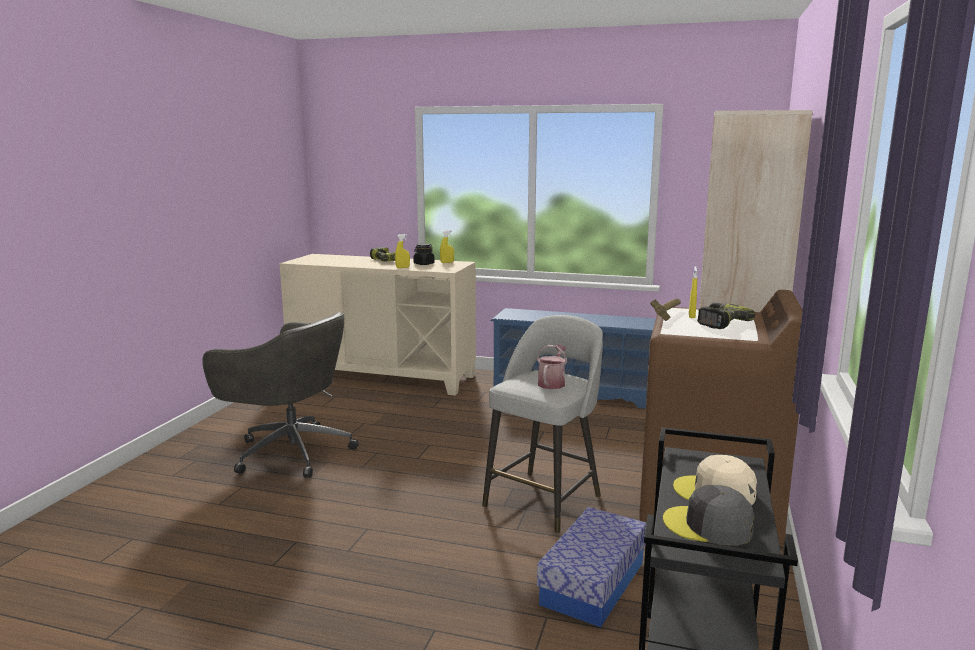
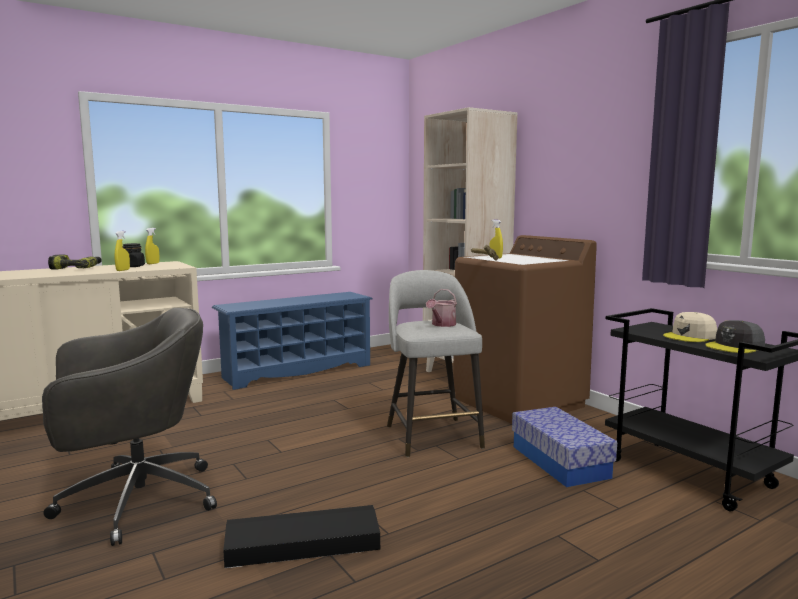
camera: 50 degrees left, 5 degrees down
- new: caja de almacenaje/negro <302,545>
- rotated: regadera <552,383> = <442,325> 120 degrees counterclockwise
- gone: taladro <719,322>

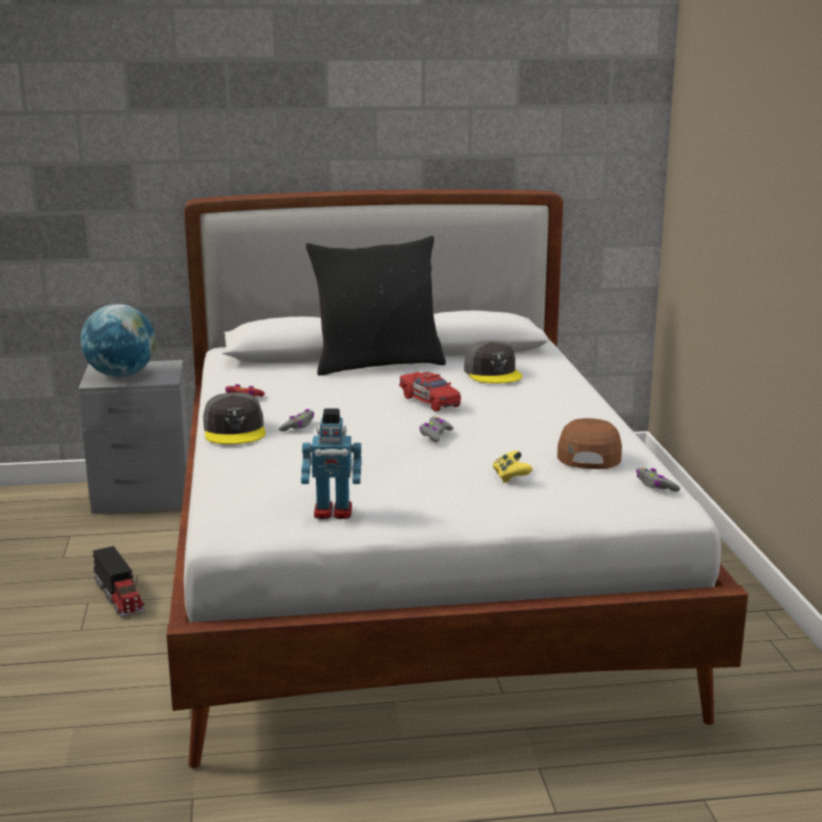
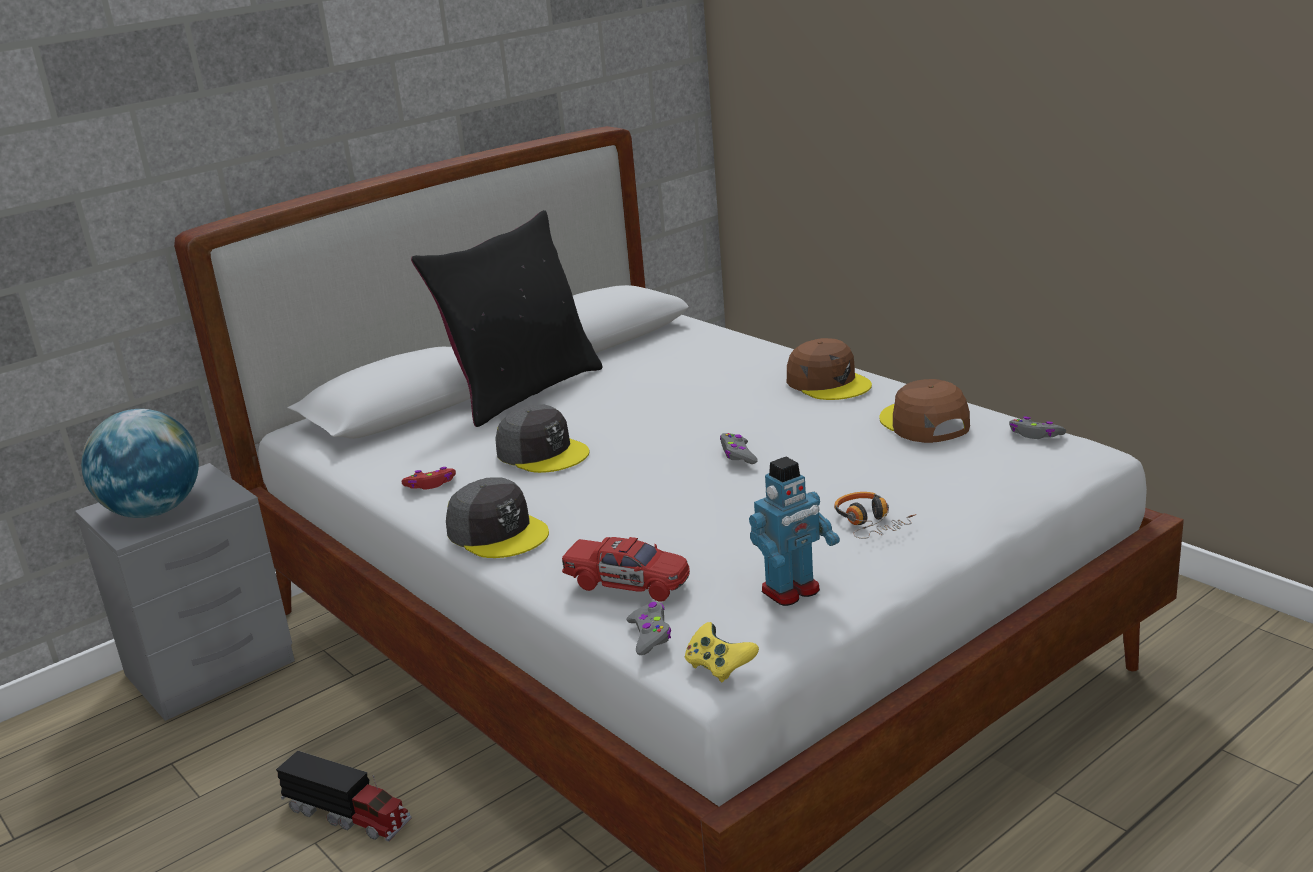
camera: 30 degrees left, 5 degrees up
- shifted: gorra/gris <493,373> to <542,452>
- shifted: coche de juguete/rojo <430,401> to <628,583>
- shifted: mando de consola/gris <298,426> to <650,635>
- shifted: mando de consola/amarillo <511,477> to <719,667>
- new: gorra/marrón <828,383>
- new: auriculares <870,523>

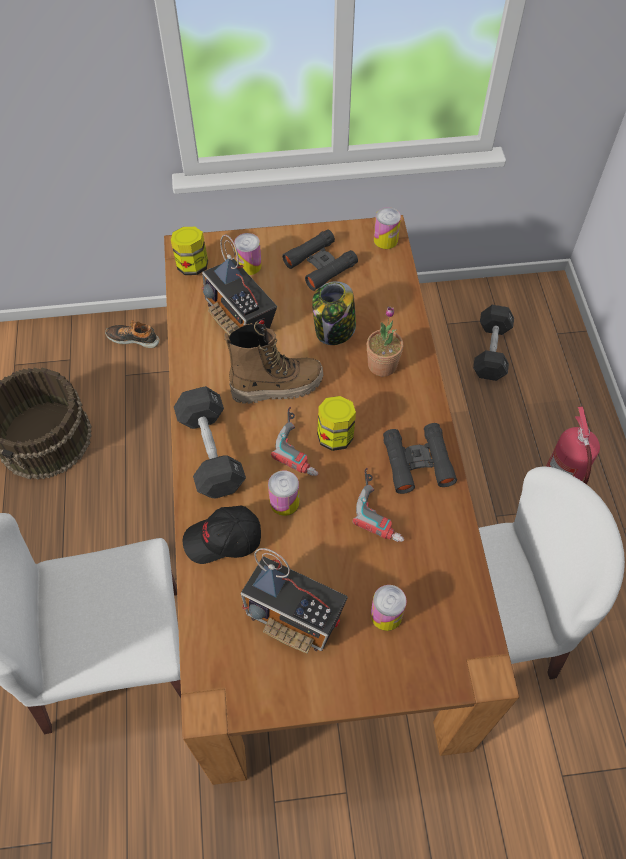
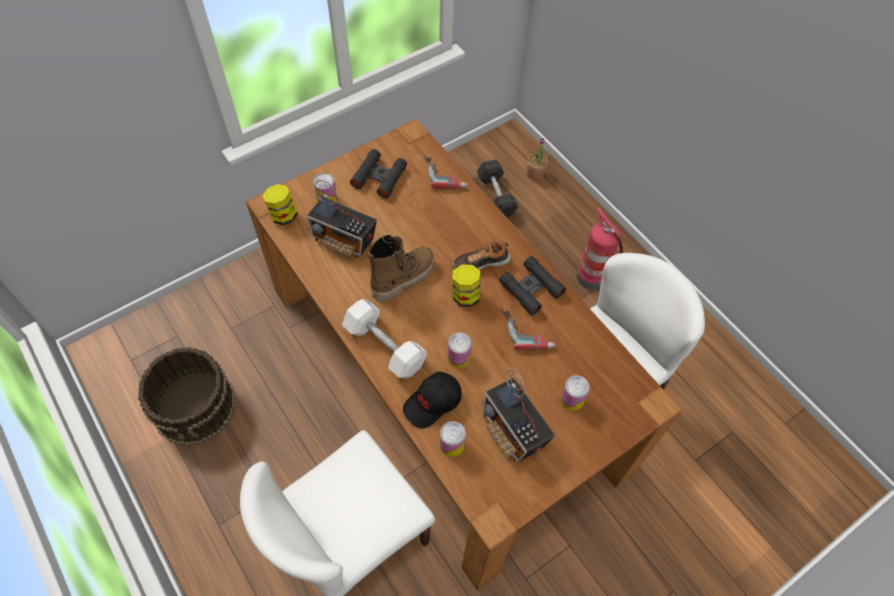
camera: 30 degrees left, 0 degrees up
- repainted: mancuerna/negro <211,452> to mancuerna/blanco <384,346>
- shifted: taladro <302,445> to <445,174>
- shifted: lata <385,240> to <452,445>
- shifted: zapato <133,338> to <481,262>
- rotated: radio <294,616> = <513,430> 60 degrees clockwise
- shifted: planta en maceta <382,365> to <535,174>
- gone: tarro <334,330>

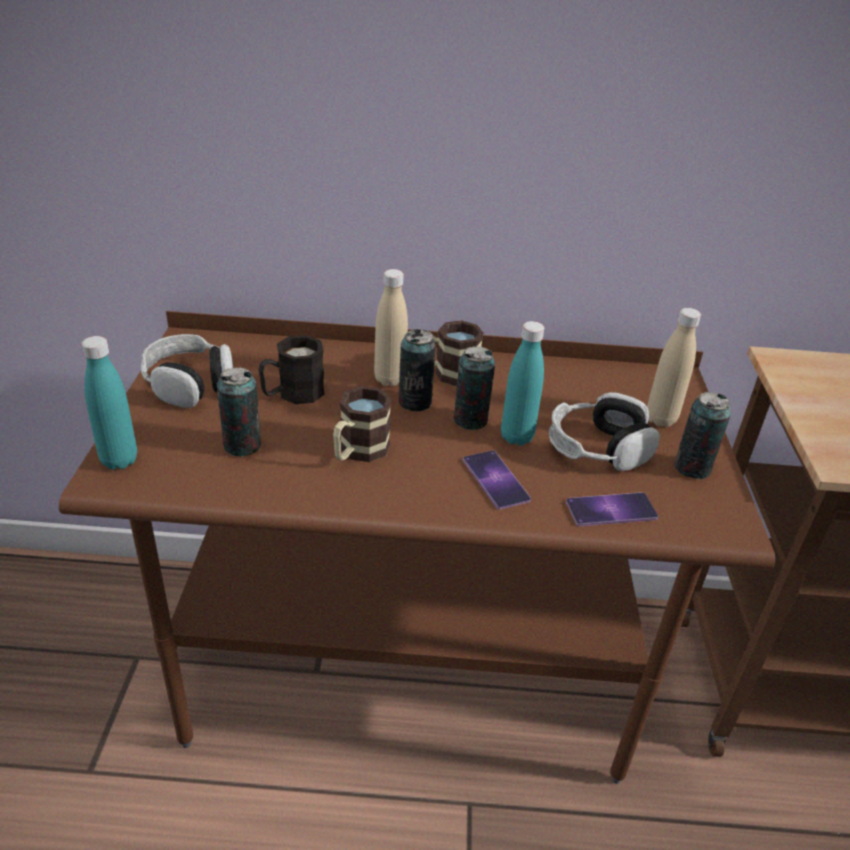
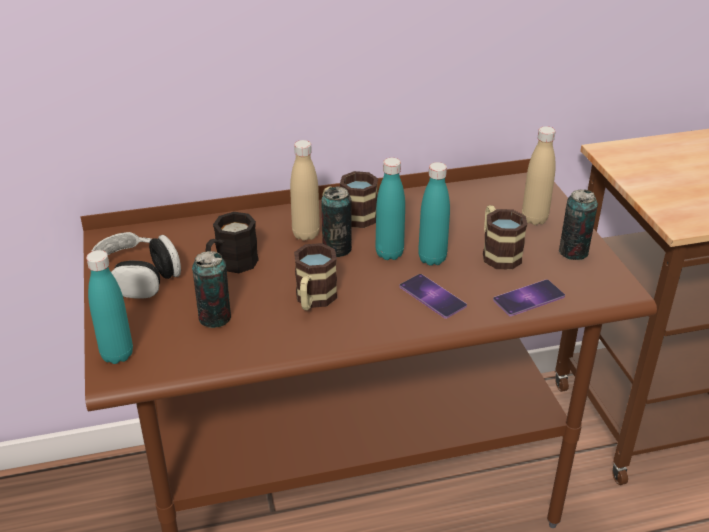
camera: 15 degrees left, 0 degrees up
- swapped: lata <470,420> to botella/turquesa <389,253>
- swapped: auriculares <598,448> to taza grande <497,253>

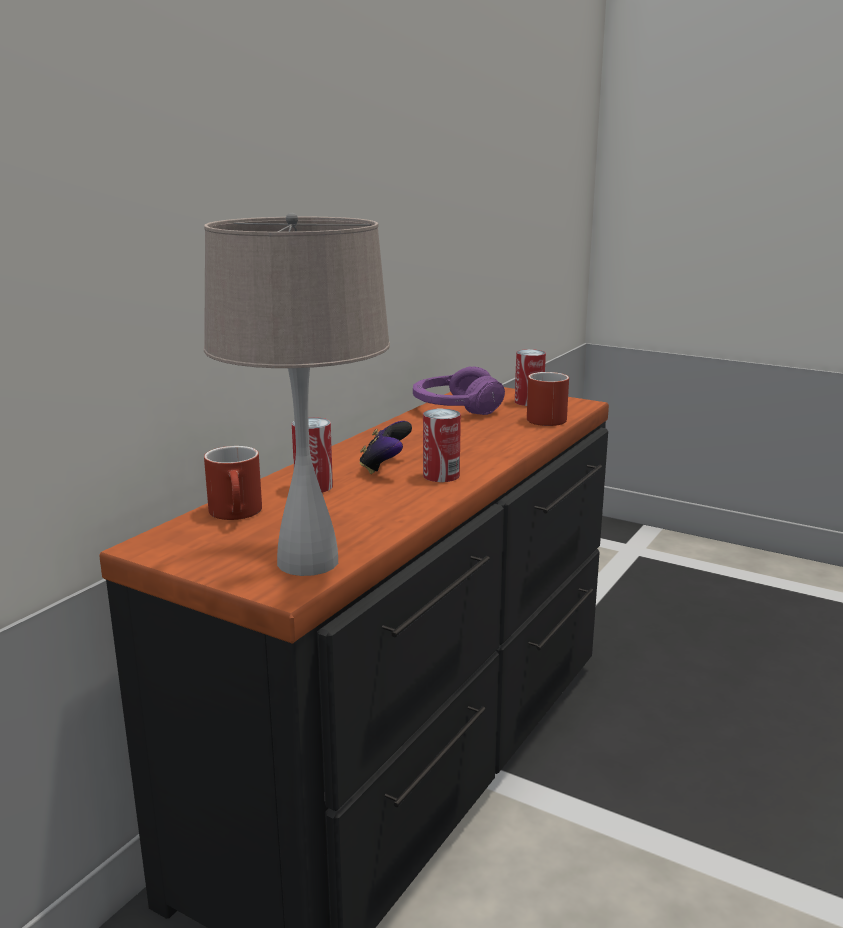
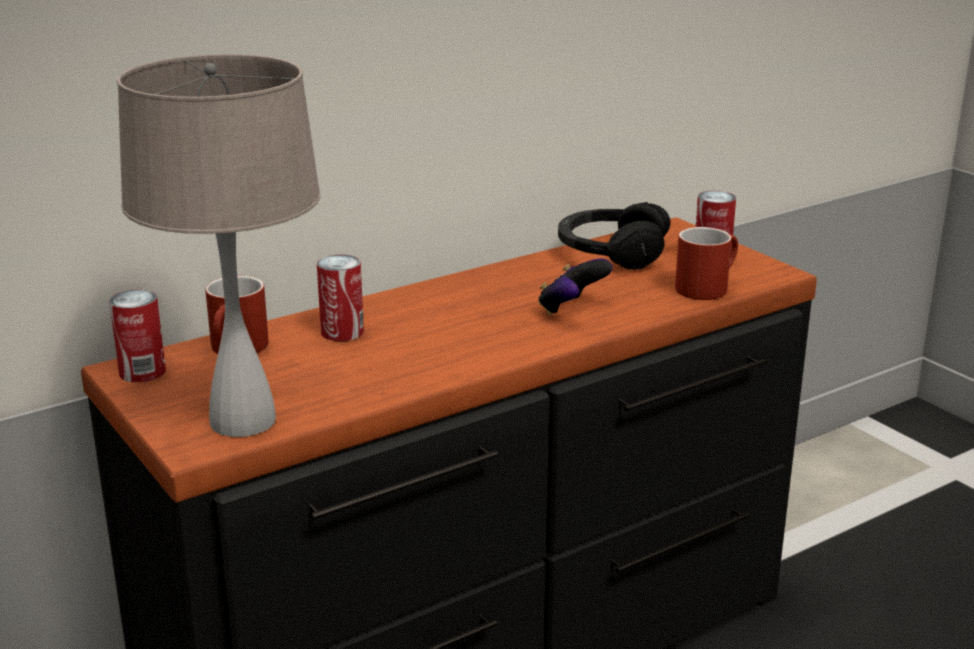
camera: 25 degrees right, 5 degrees up
- shifted: lata <441,475> to <142,372>
- shifted: mando de consola <385,467> to <571,309>
- repainted: auriculares/morado <455,408> to auriculares/negro <611,253>

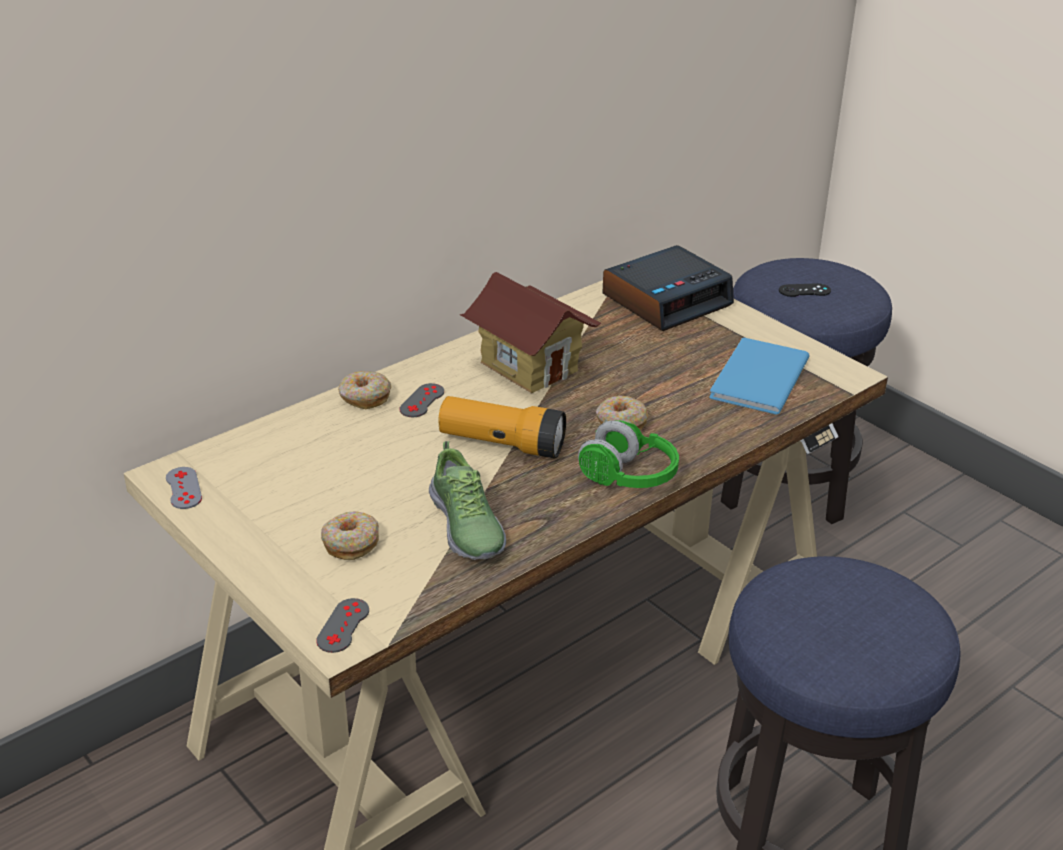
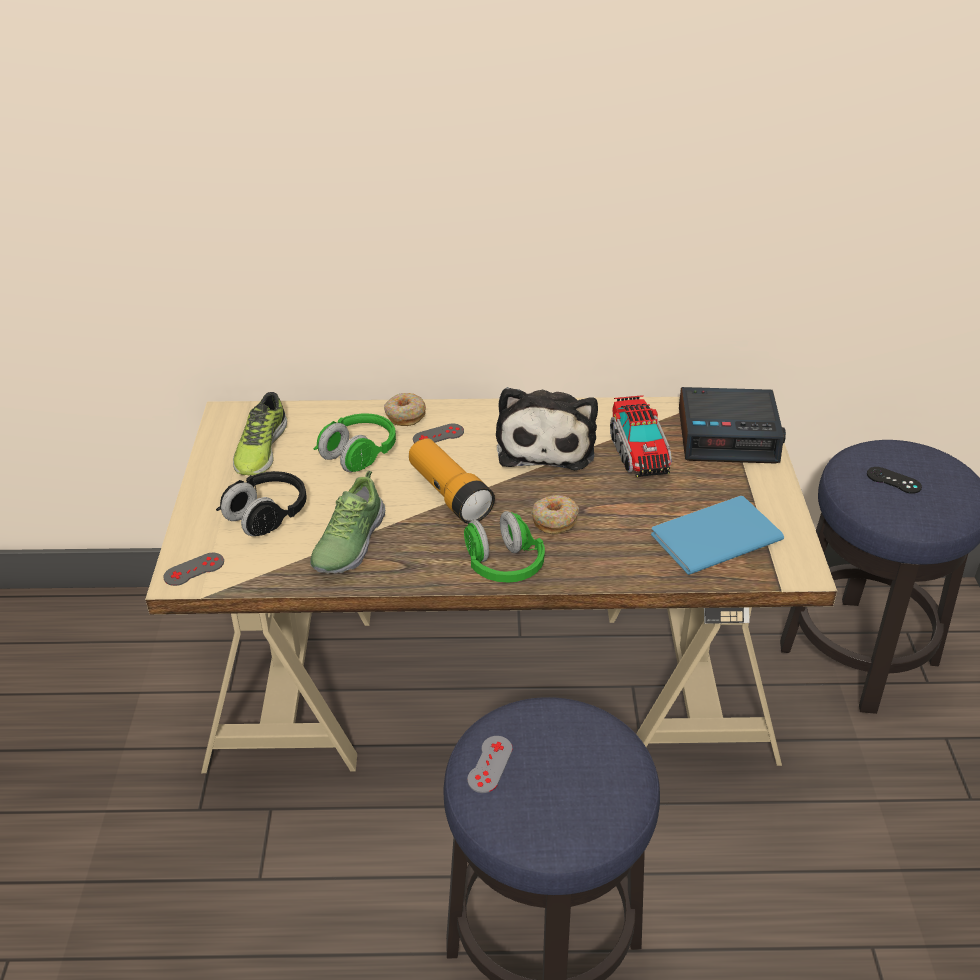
camera: 40 degrees right, 5 degrees up
- swapped: rosquilla <350,543> to auriculares/negro <267,516>
- new: zapato <260,449>
- new: auriculares/verde <359,454>
- shifted: mando de consola/gris <183,488> to <490,764>
- swapped: casita <529,367> to peluche <546,444>
- new: camión de juguete <638,451>

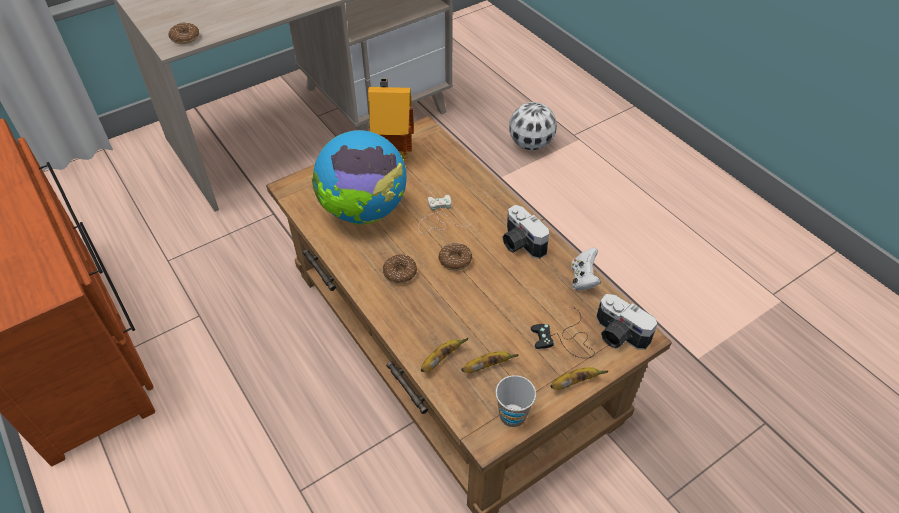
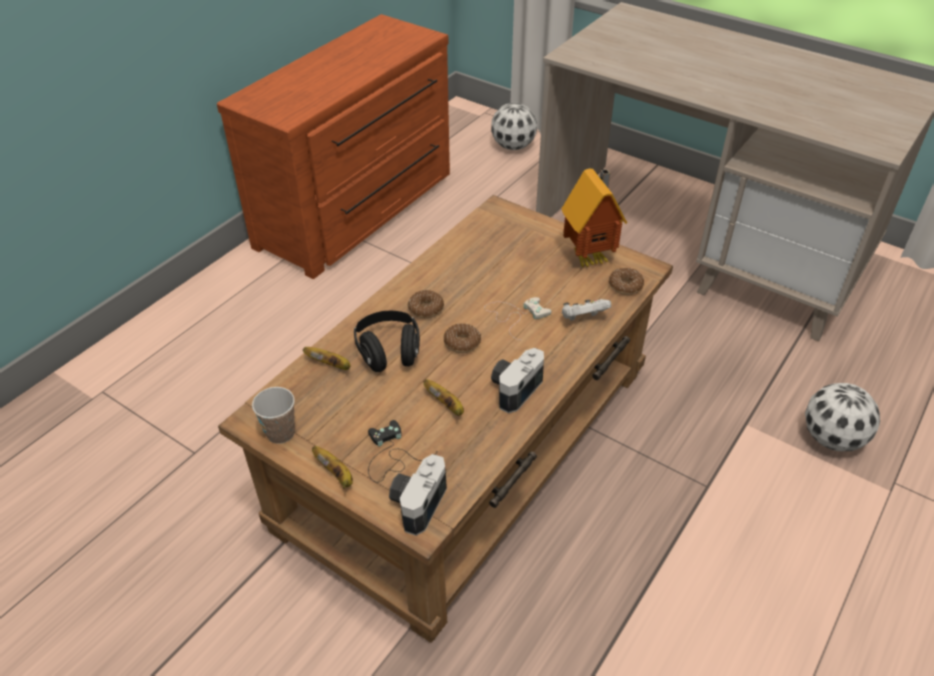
camera: 70 degrees right, 5 degrees down
- new: auriculares/negro <389,352>
- shifted: plátano <487,366> to <446,405>
- new: balón de fútbol <513,147>
- shifted: mando de consola/blanco <583,279> to <582,319>
- shifted: rosquilla <185,38> to <625,286>
- gone: globo terráqueo <364,211>

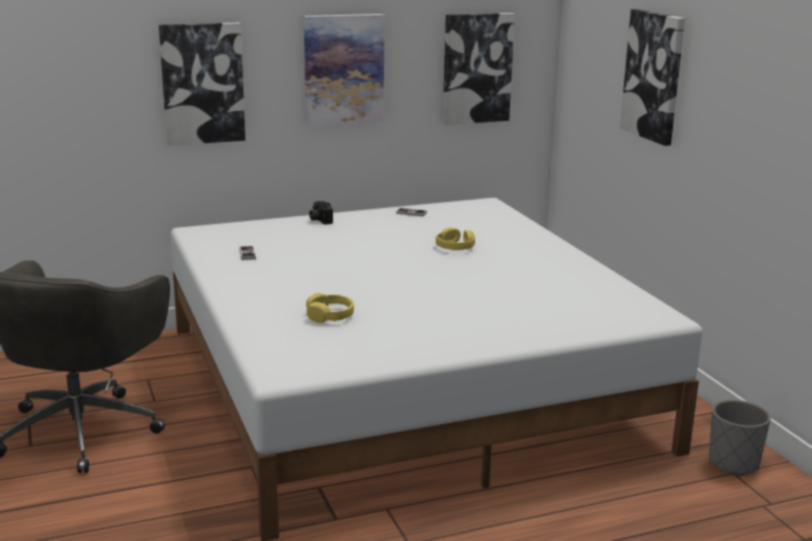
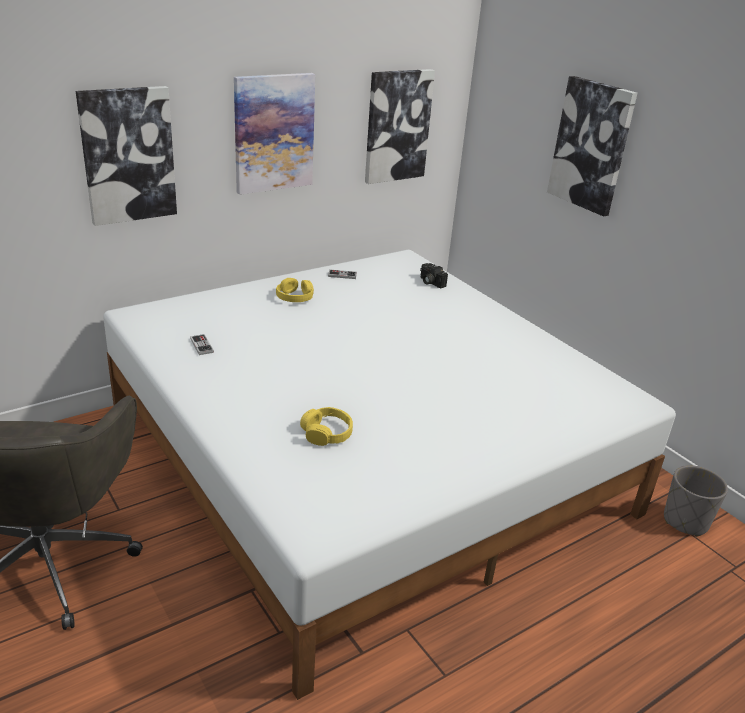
camera: 15 degrees left, 10 degrees up
- shifted: auriculares/amarillo <455,247> to <295,297>
- shifted: cámara <319,219> to <430,282>

